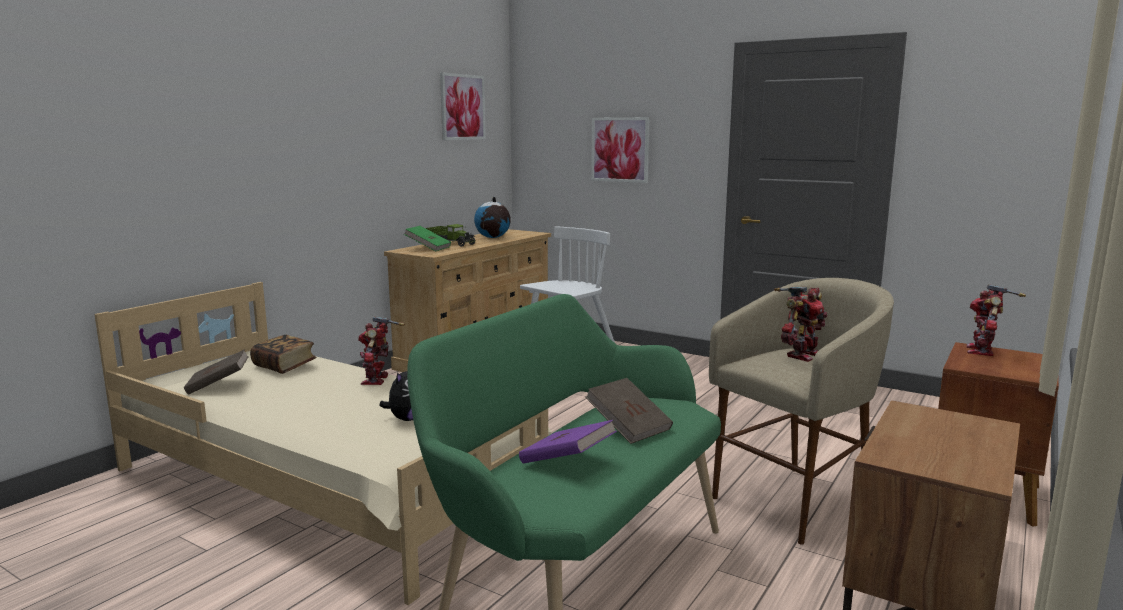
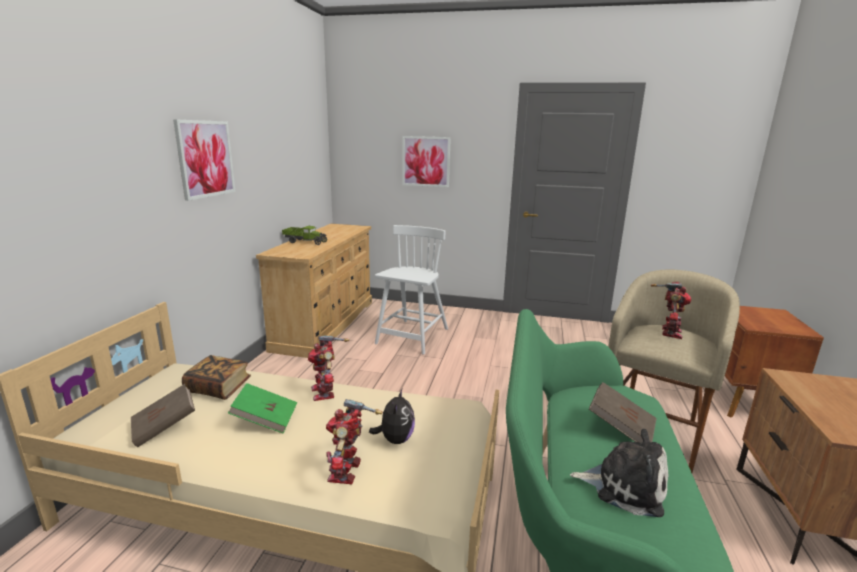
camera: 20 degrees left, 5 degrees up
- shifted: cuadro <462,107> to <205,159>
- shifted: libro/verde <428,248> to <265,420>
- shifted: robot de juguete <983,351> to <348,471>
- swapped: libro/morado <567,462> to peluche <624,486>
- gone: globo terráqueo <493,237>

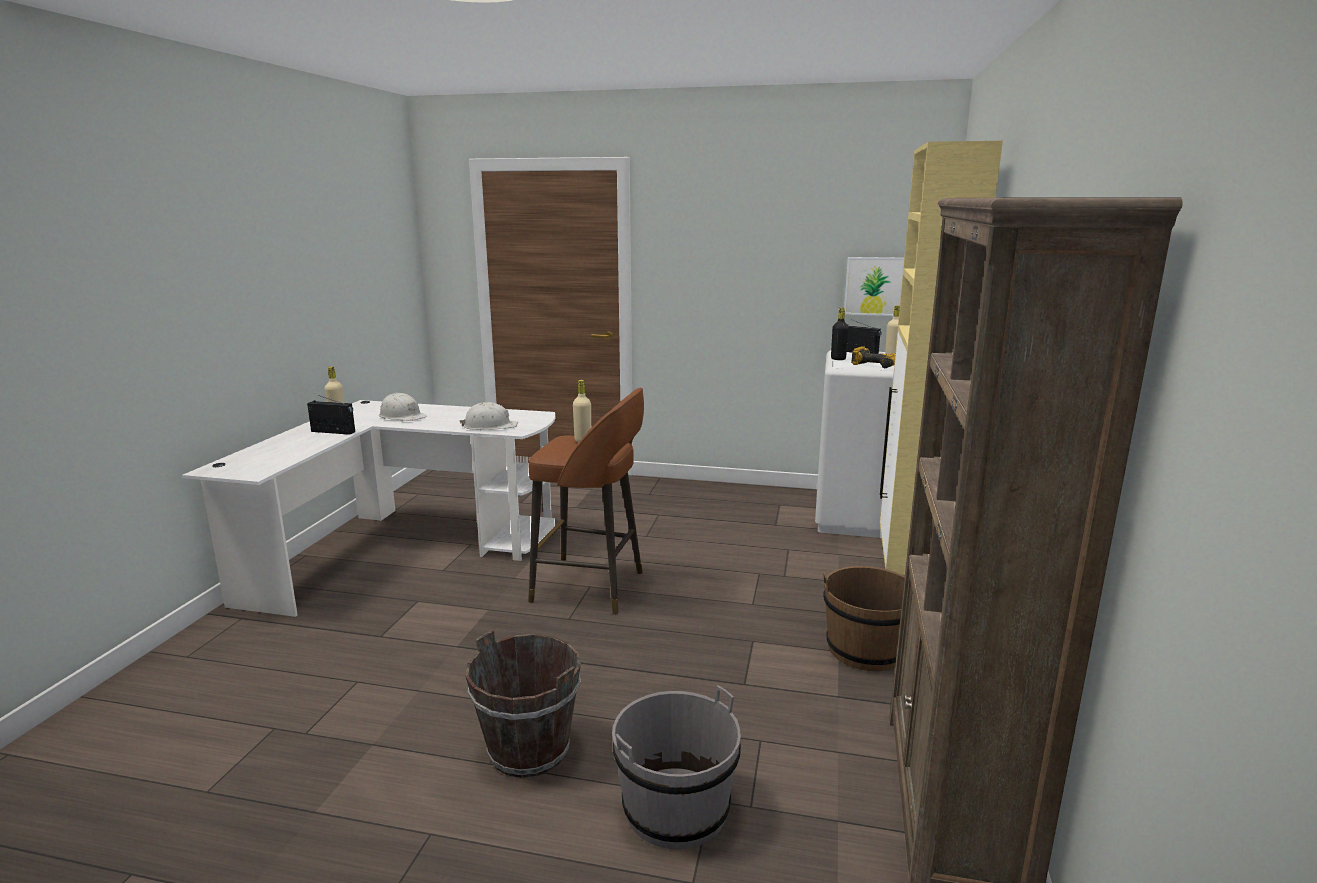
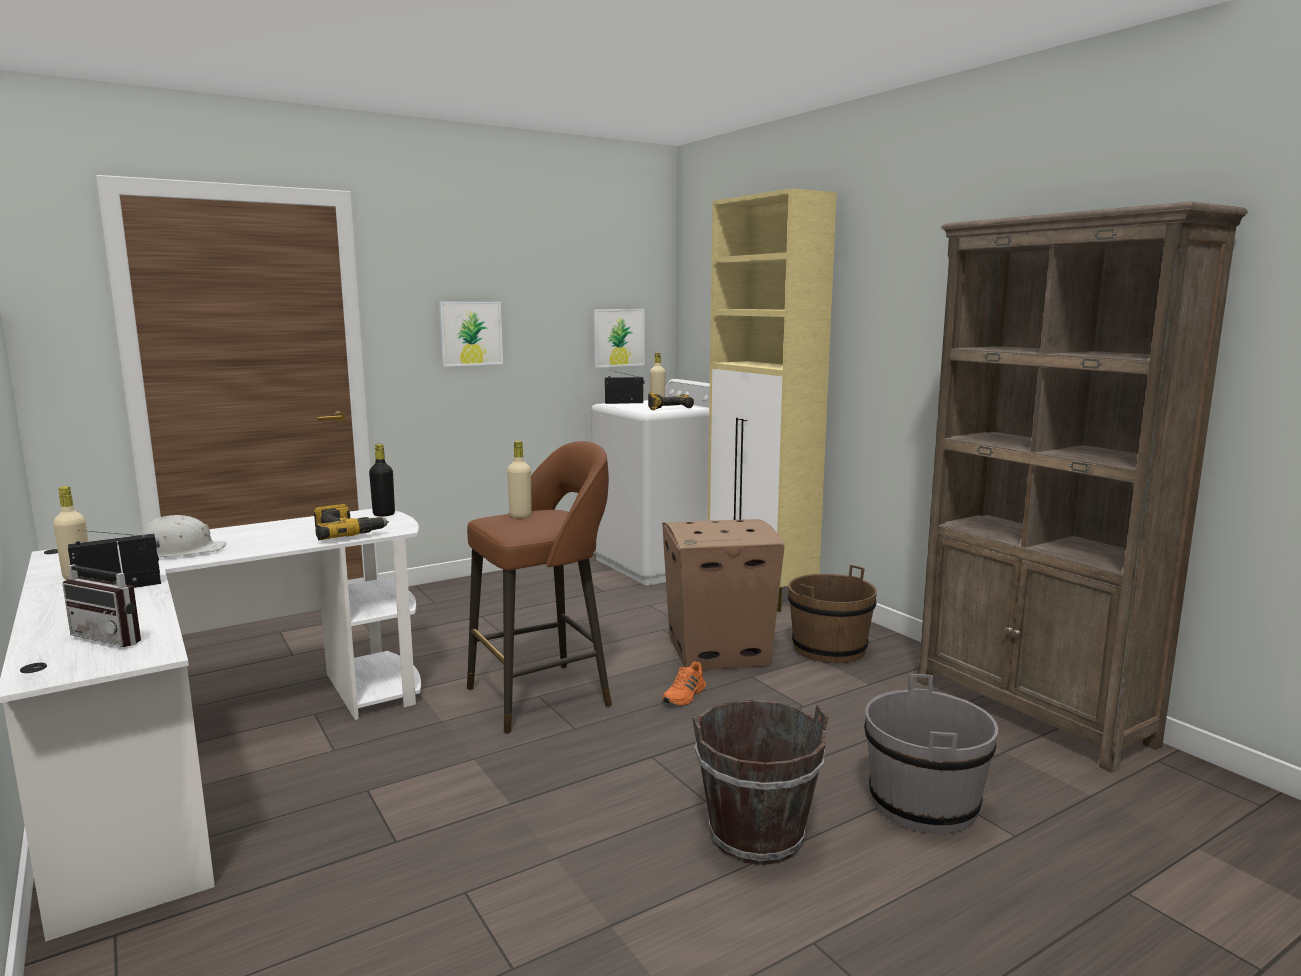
camera: 45 degrees left, 5 degrees down
- new: radio <116,637>
- swapped: casco/blanco <490,426> to taladro <347,533>
- shifted: botella/negro <838,359> to <384,514>
- new: cuadro <471,333>
- new: caja de cartón <720,651>
- new: zapato/naranja <685,696>

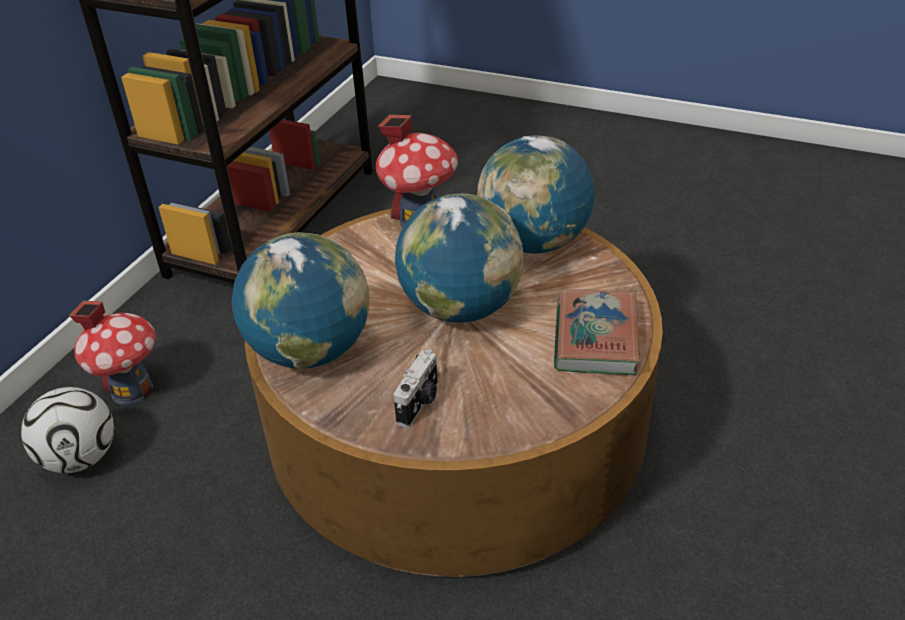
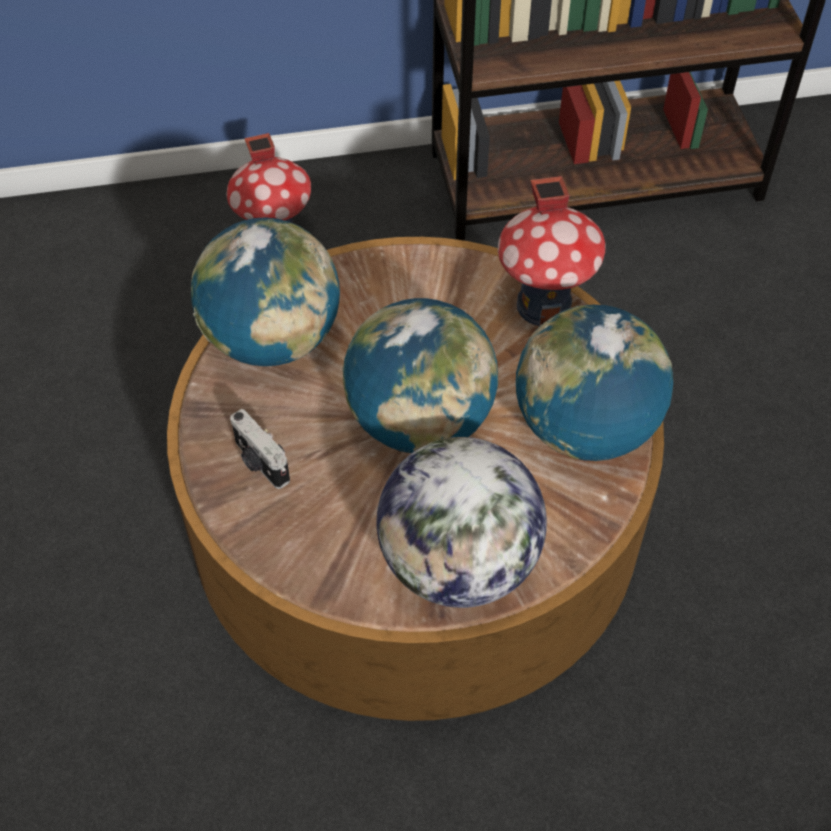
camera: 55 degrees right, 15 degrees up
- rotated: cámara <419,403> = <260,463> 60 degrees clockwise
- swapped: libro <595,337> to globo terráqueo <459,563>
- gone: balón de fútbol <81,457>

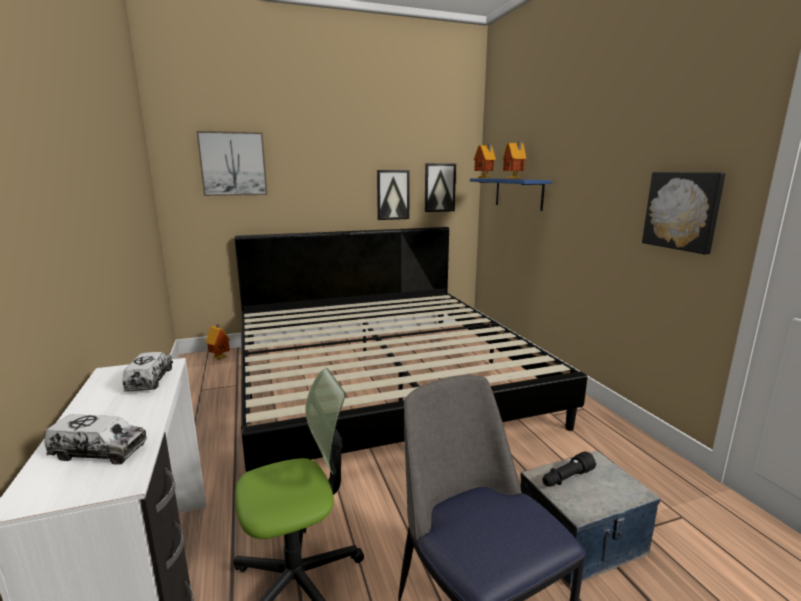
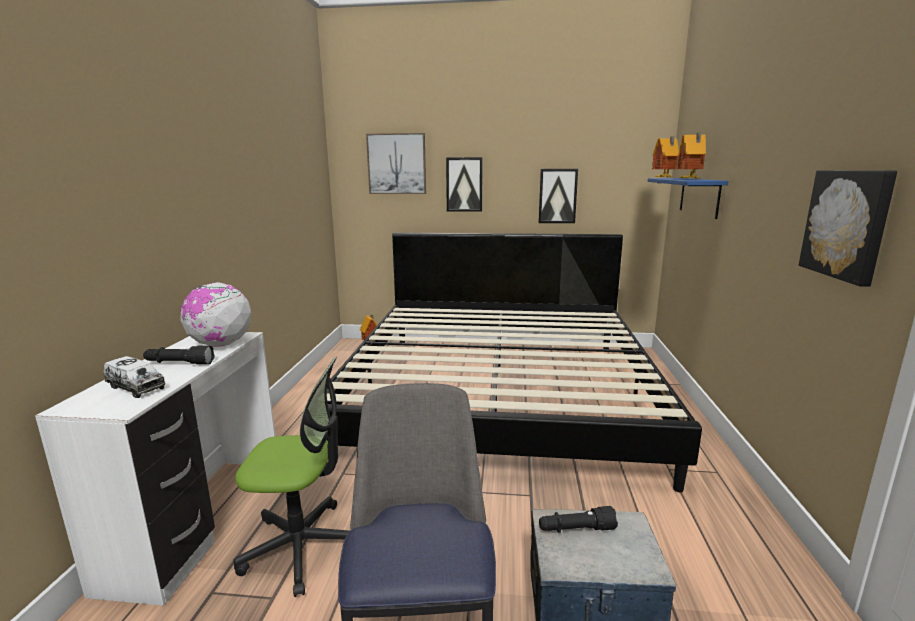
camera: 25 degrees right, 0 degrees up
- new: linterna/negro <179,363>
- swapped: camión de juguete <150,380> to globo terráqueo <220,344>
- shifted: cuadro <439,187> to <464,184>

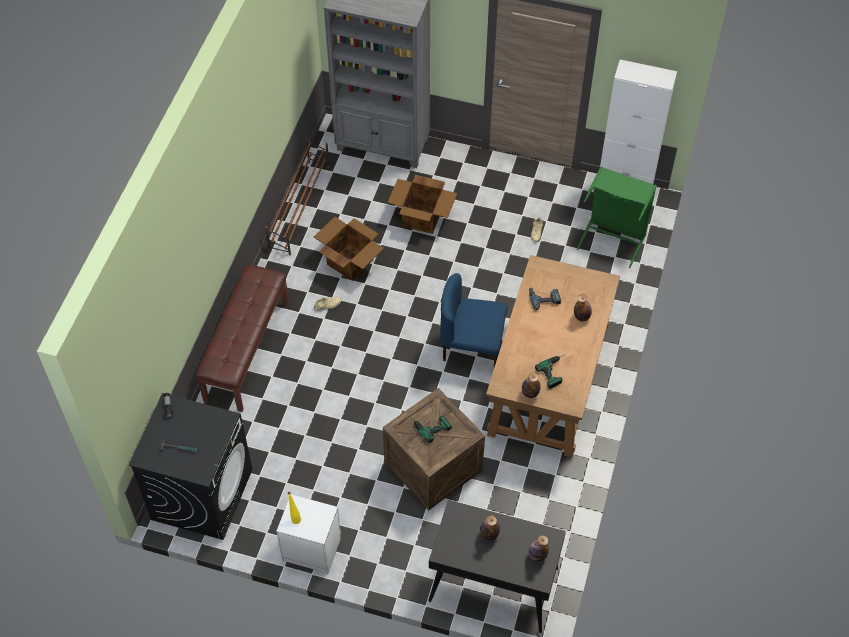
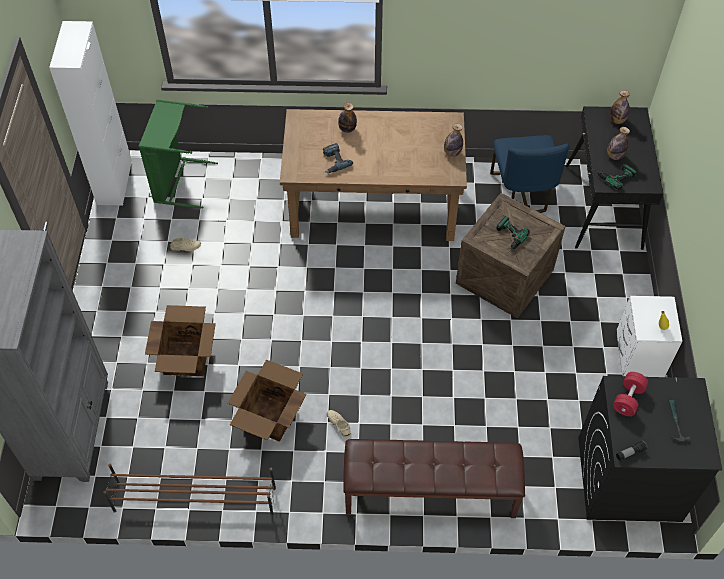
camera: 105 degrees left, 0 degrees up
- shifted: silla/azul <472,349> to <522,192>
- shifted: taladro <555,371> to <613,174>
- new: mancuerna/rojo <628,399>

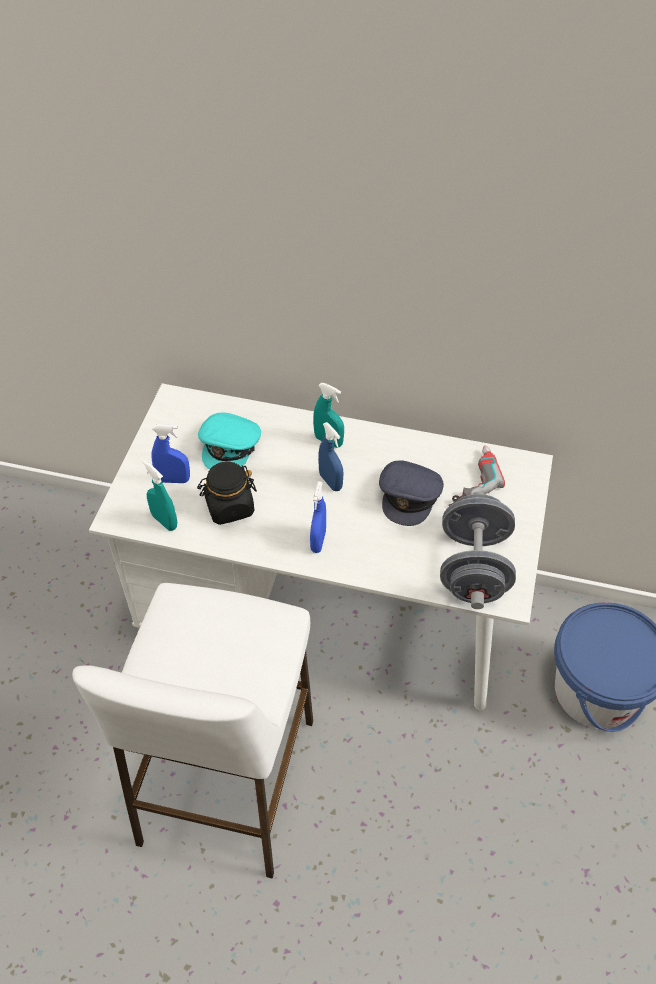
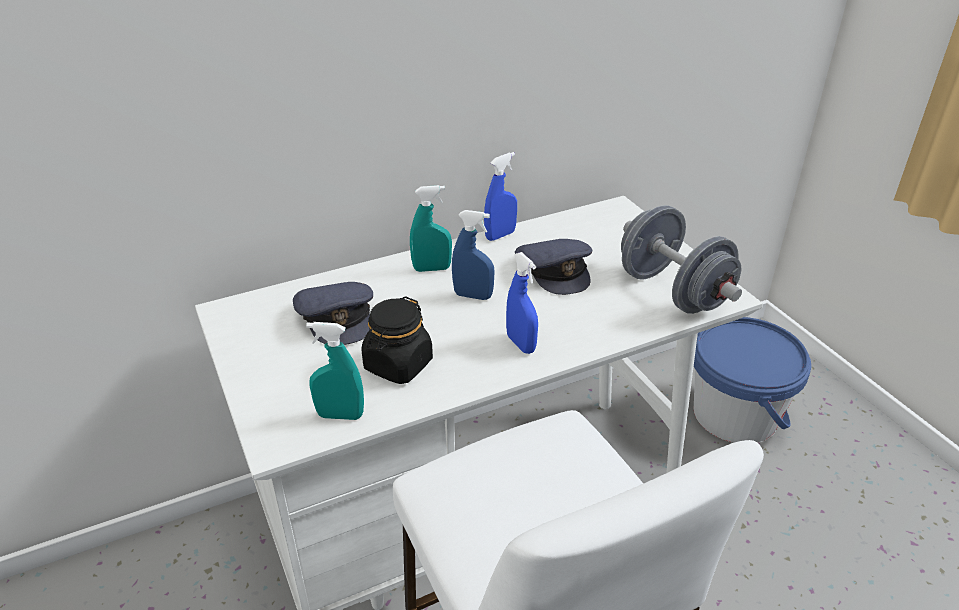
camera: 40 degrees left, 15 degrees down
- repainted: gorra/turquesa <230,446> to gorra/gris <337,318>
- shifted: pulverizador/azul <174,480> to <500,235>
- gone: taladro <469,479>

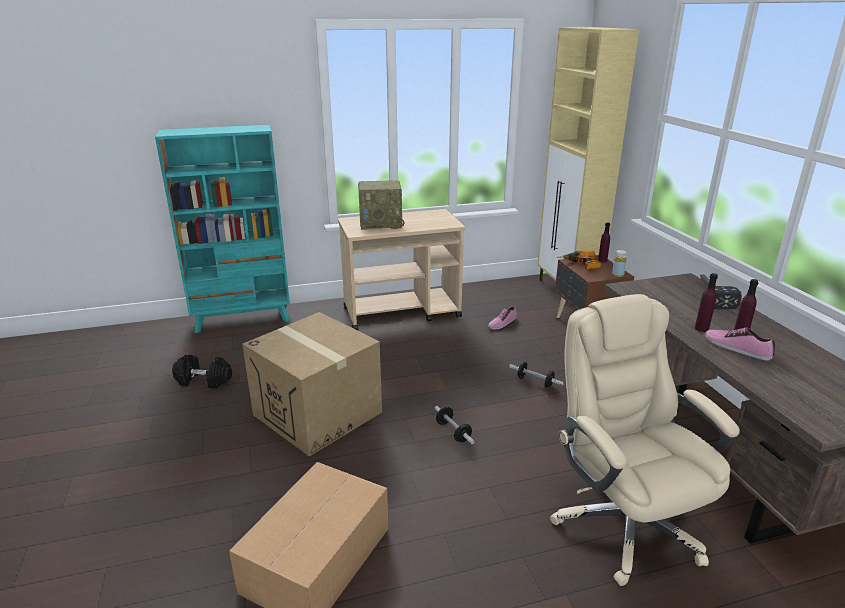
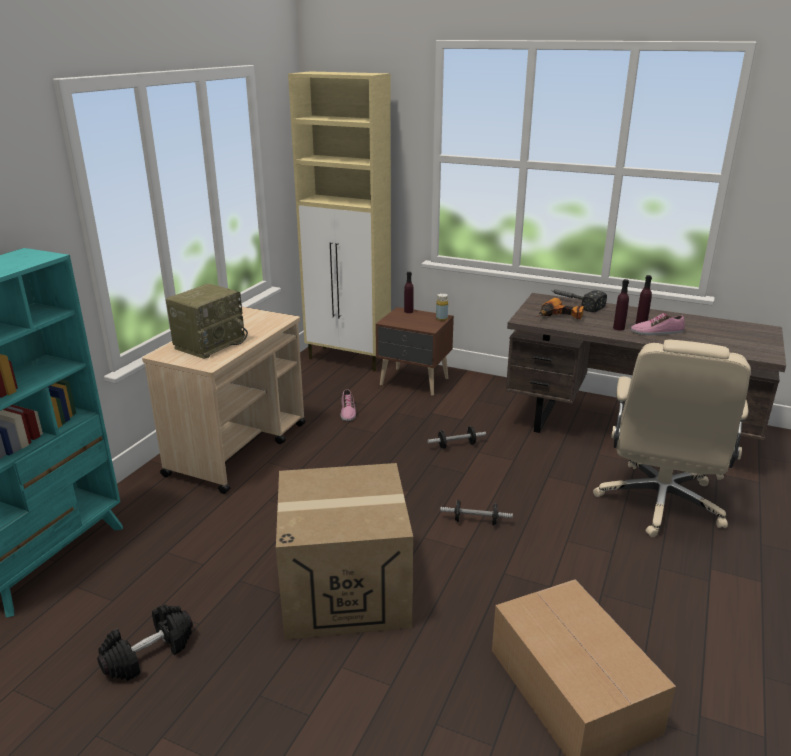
camera: 50 degrees left, 0 degrees up
- shifted: taladro <581,265> to <560,317>
- rotated: silla de oficina/beis <624,522> = <659,503> 90 degrees counterclockwise

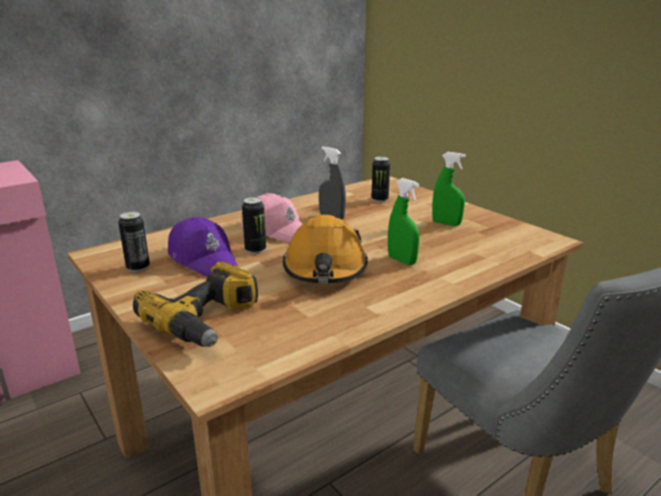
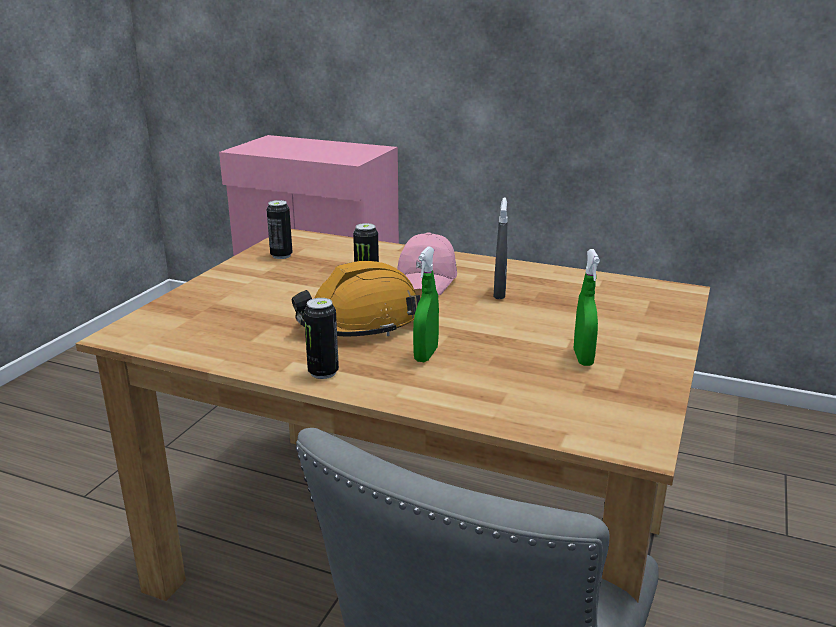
camera: 60 degrees right, 0 degrees up
- shifted: lata <379,200> to <323,372>
- gone: taladro <208,321>
- gone: gorra/morado <203,258>

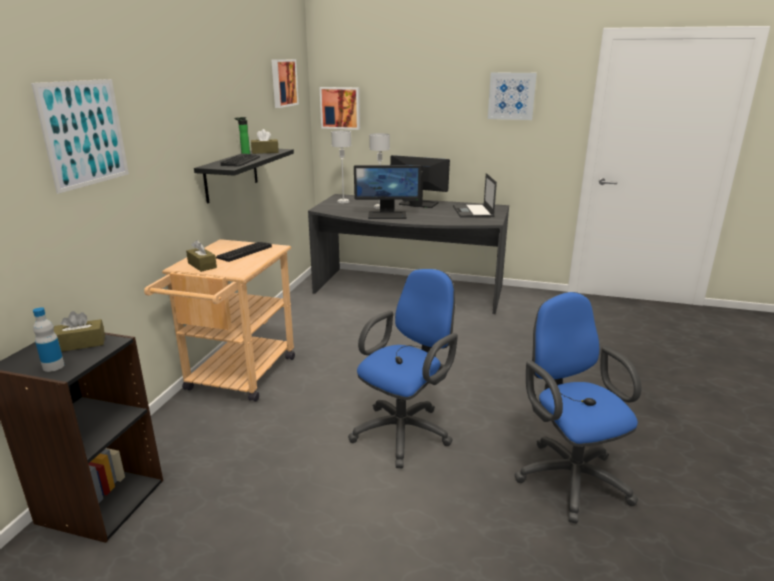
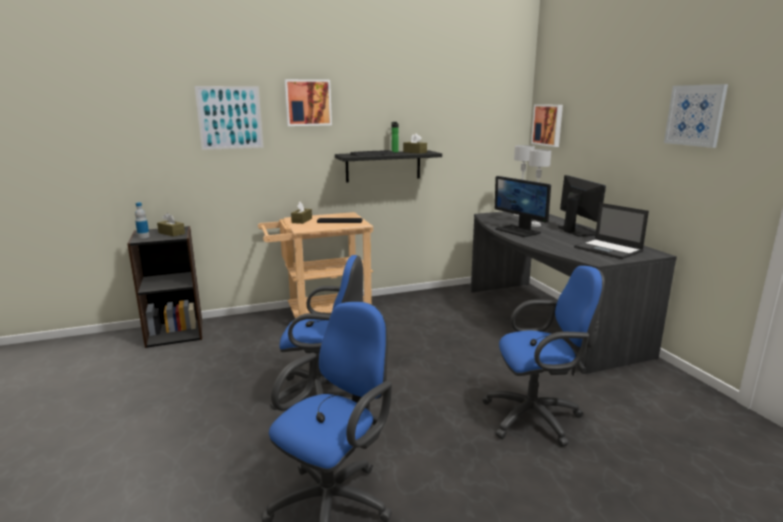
camera: 55 degrees right, 5 degrees down
- shifted: cuadro <283,83> to <308,102>
- new: silla de oficina/azul <537,417>
- rotated: portátil <473,212> = <609,249> 90 degrees counterclockwise

